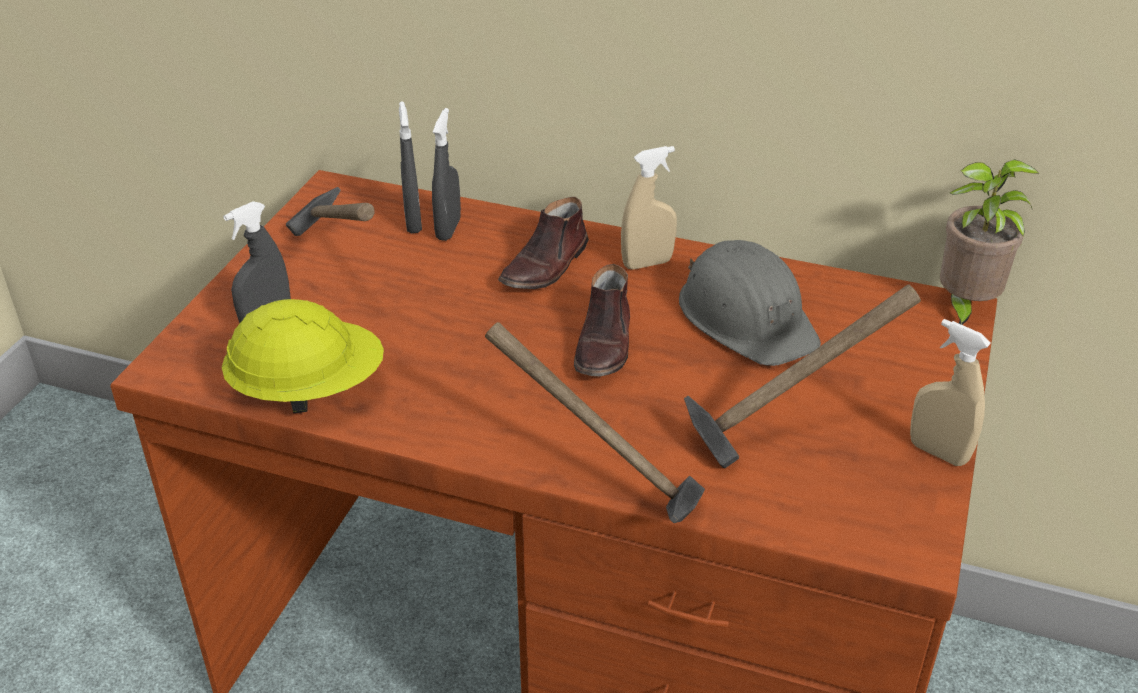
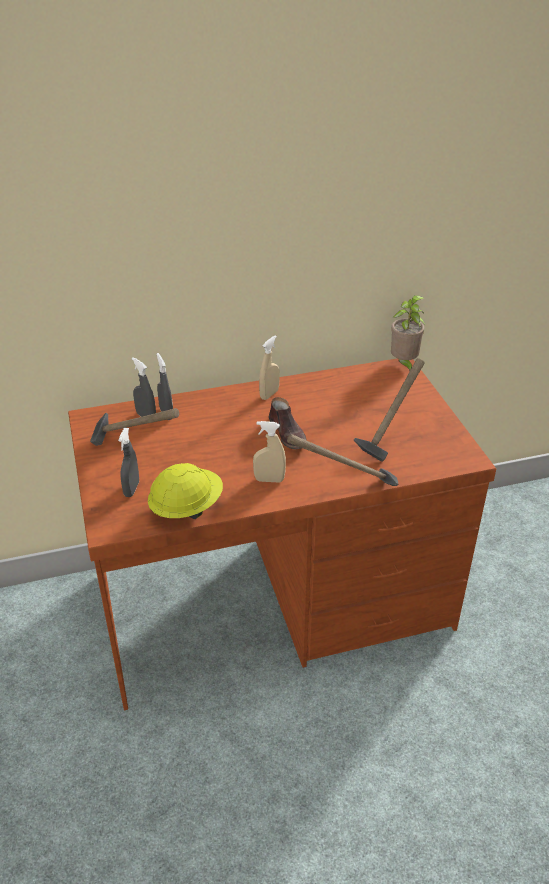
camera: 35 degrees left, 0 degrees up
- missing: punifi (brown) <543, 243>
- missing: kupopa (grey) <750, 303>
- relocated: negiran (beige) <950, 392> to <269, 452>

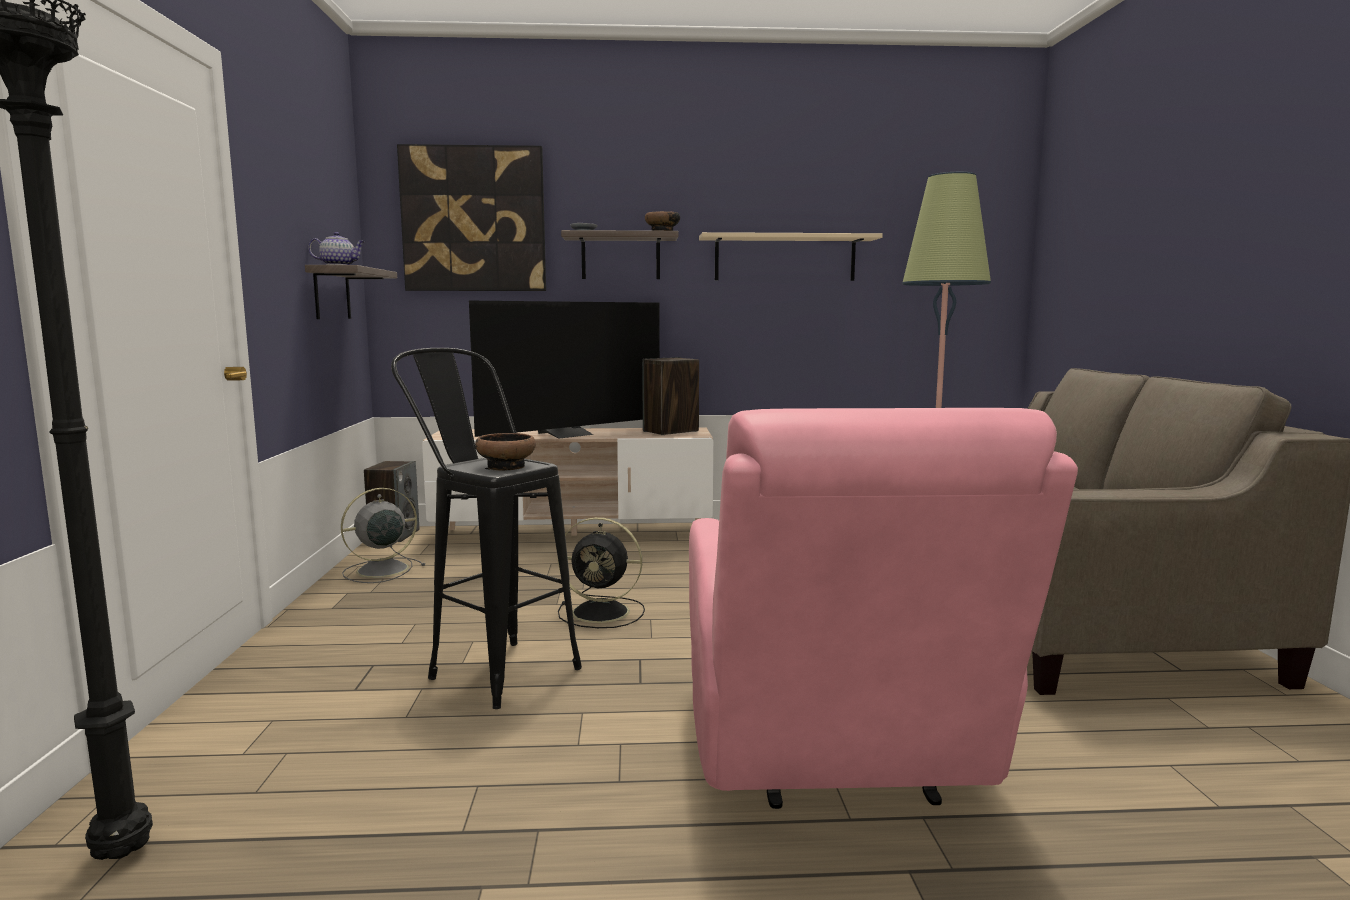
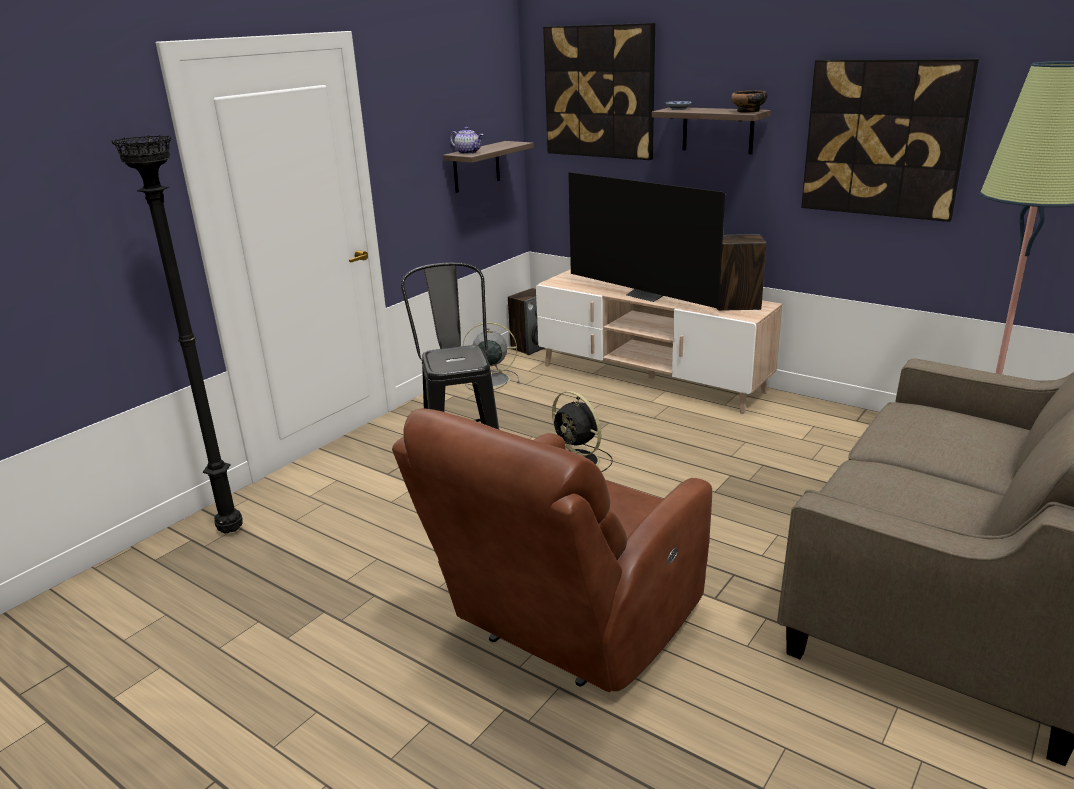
camera: 40 degrees right, 15 degrees up
- missing: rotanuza <505, 452>
- exchanged: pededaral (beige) <791, 256> to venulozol <890, 140>
- colour: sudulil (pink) <883, 608> to sudulil (brown) <552, 550>
- spun: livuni <564, 369> = <646, 240> 45 degrees clockwise

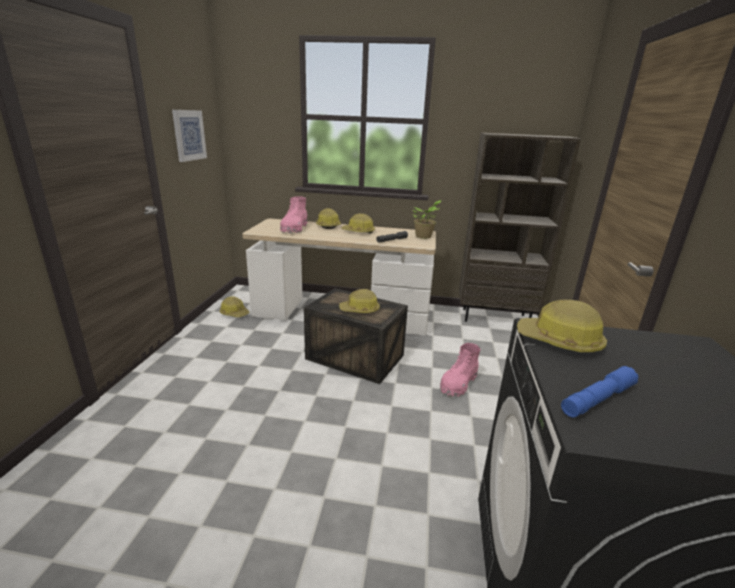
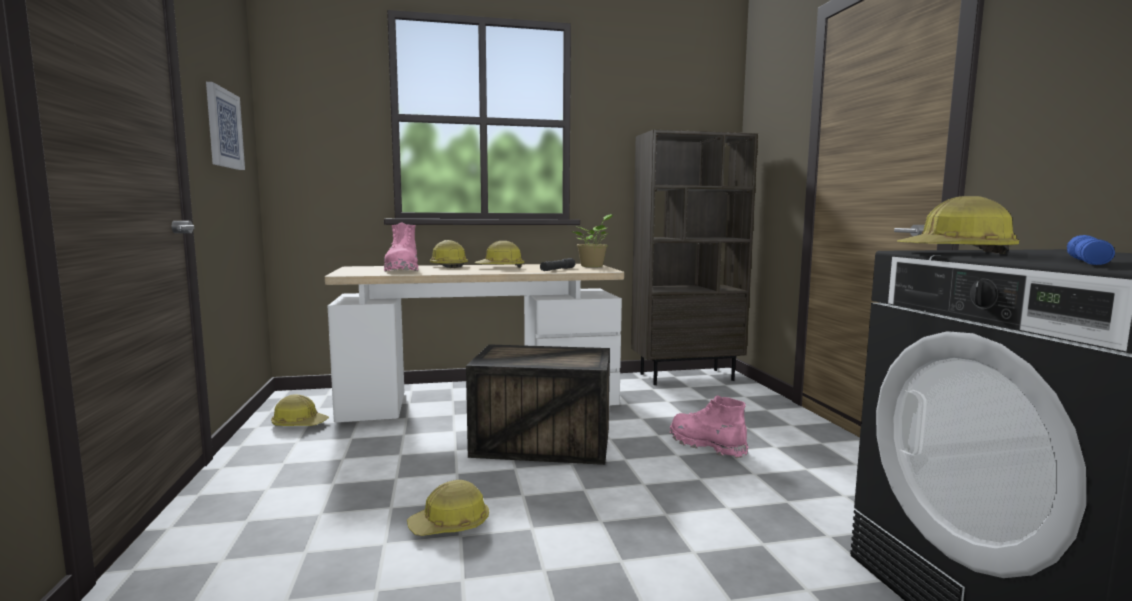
camera: 20 degrees left, 15 degrees down
- relocated: kupopa <359, 301> to <448, 508>
- spun: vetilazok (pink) <460, 370> = <709, 426> 120 degrees clockwise

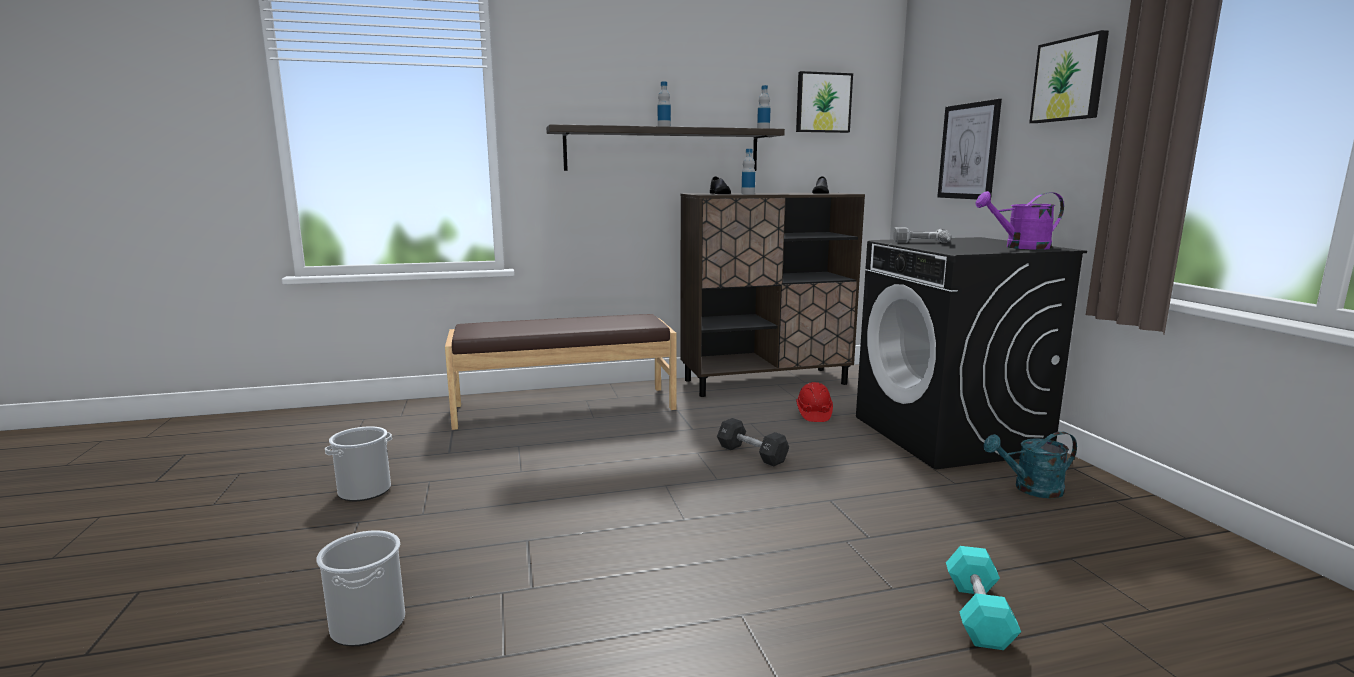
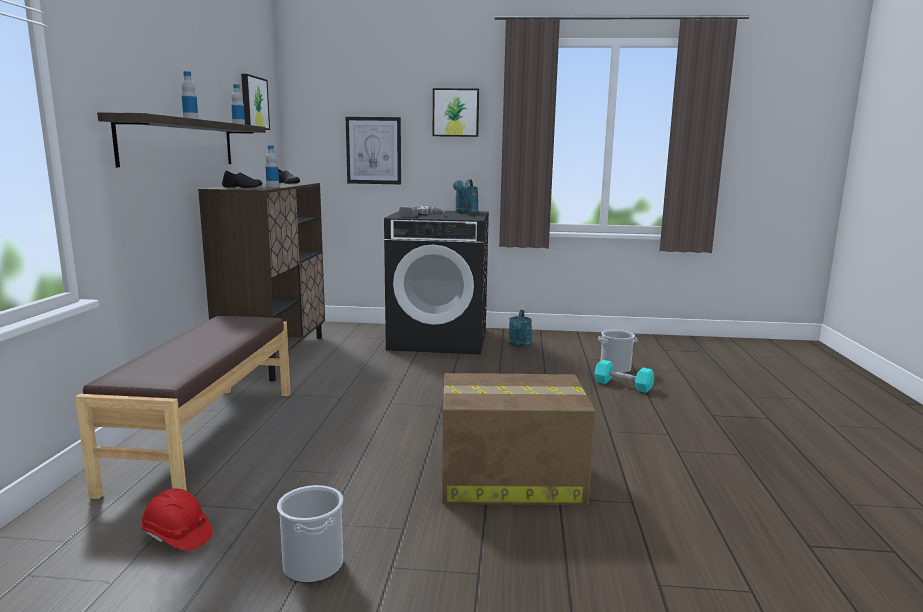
camera: 70 degrees left, 0 degrees up
- missing: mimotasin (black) <753, 442>
- appeared: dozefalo <518, 439>
- relocated: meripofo <360, 588> to <617, 351>
- relocated: kupopa (red) <814, 402> to <177, 519>
- colour: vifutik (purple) <1019, 220> to vifutik (turquoise) <466, 196>

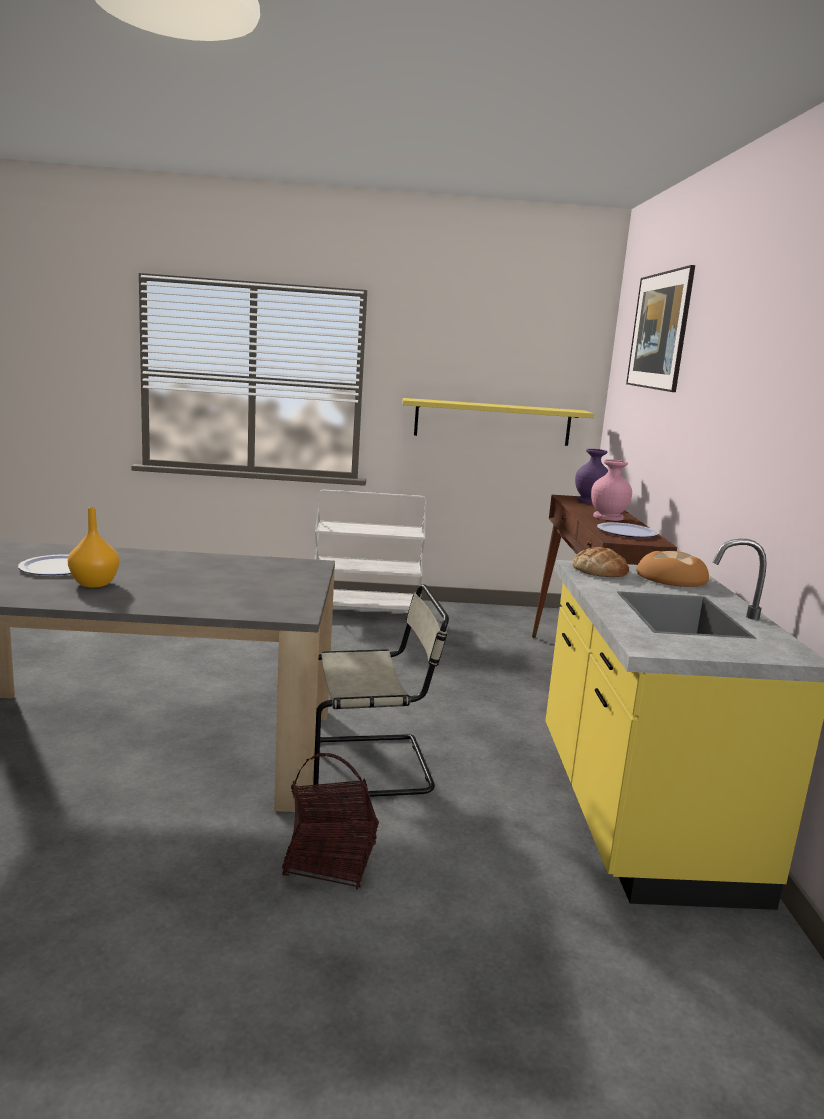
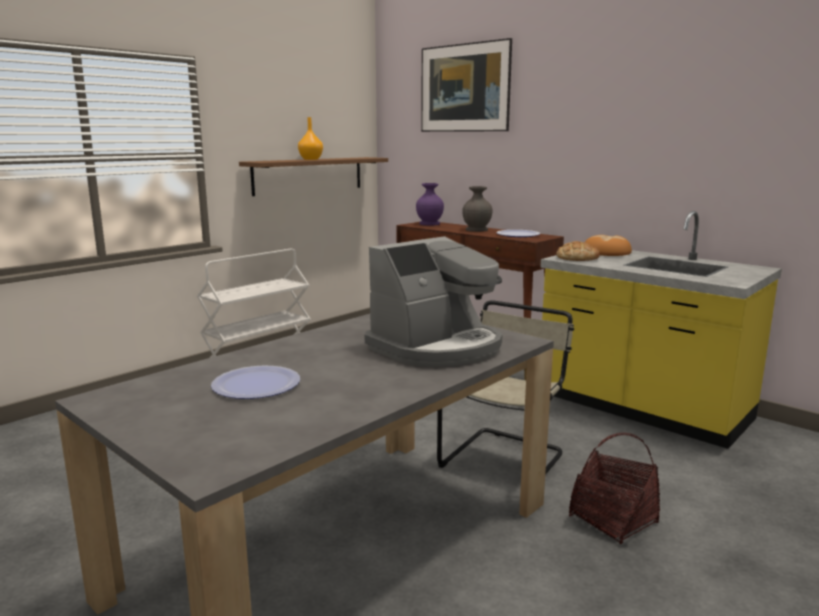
camera: 45 degrees left, 0 degrees up
- appeared: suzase <433, 301>
- relocated: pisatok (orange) <93, 547> to <310, 138>
- colour: pededaral (yellow) <499, 422> to pededaral (brown) <313, 176>
- colour: pisatok (pink) <611, 490> to pisatok (grey) <477, 209>

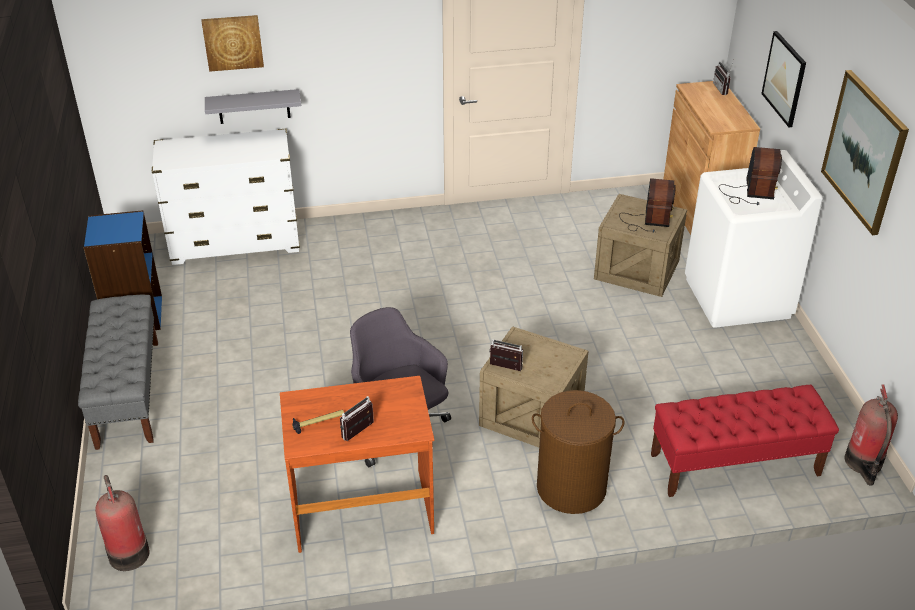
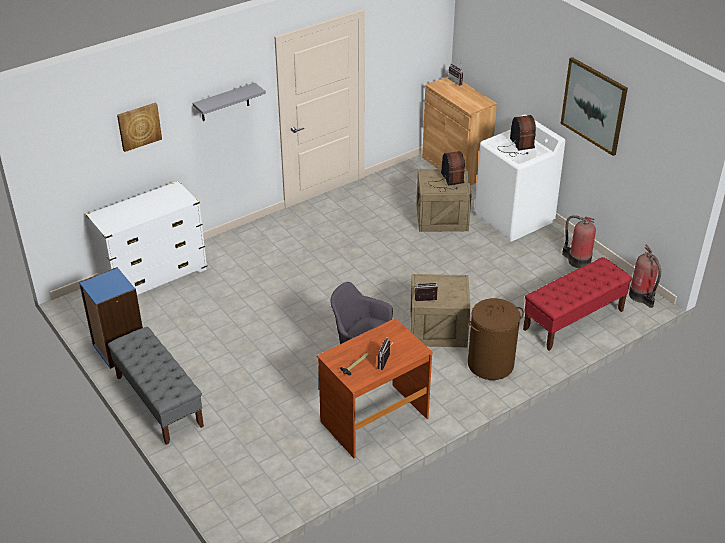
camera: 25 degrees left, 0 degrees up
- missing: venulozol <783, 79>
- relocated: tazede <122, 523> to <579, 241>
- relocated: pededaral (grey) <253, 106> to <229, 102>

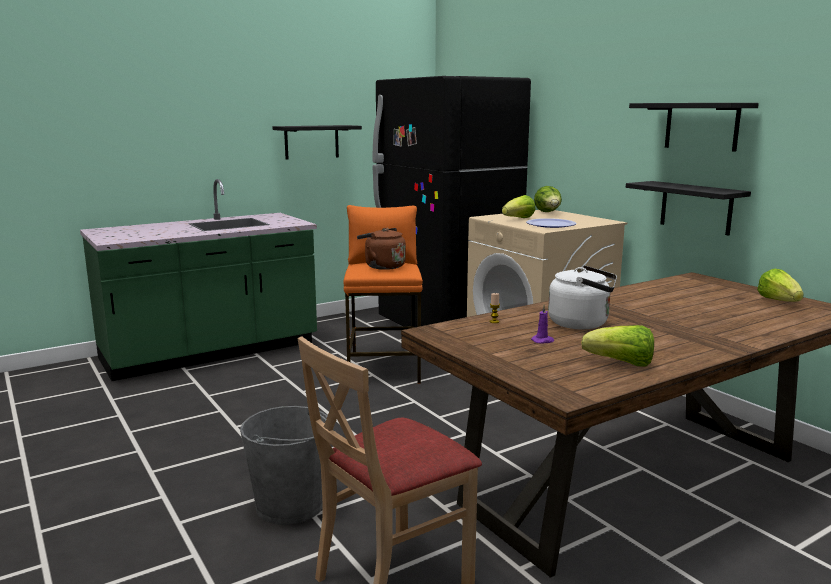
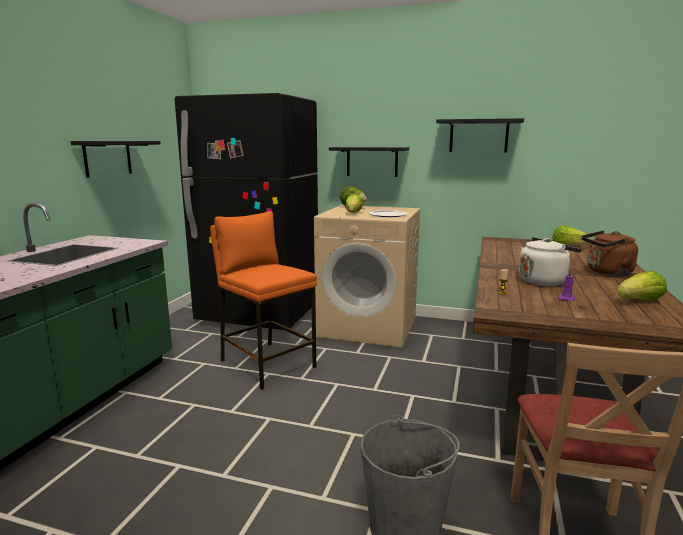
camera: 40 degrees left, 0 degrees up
- relocated: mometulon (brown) <381, 249> to <610, 253>
- relocated: pededaral (black) <688, 208> to <369, 162>

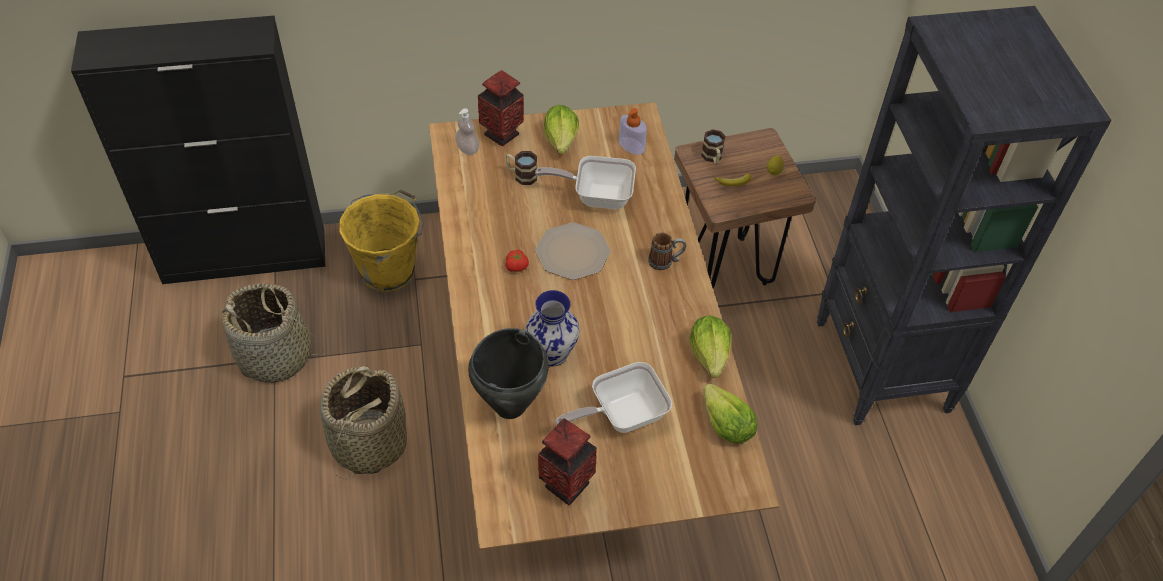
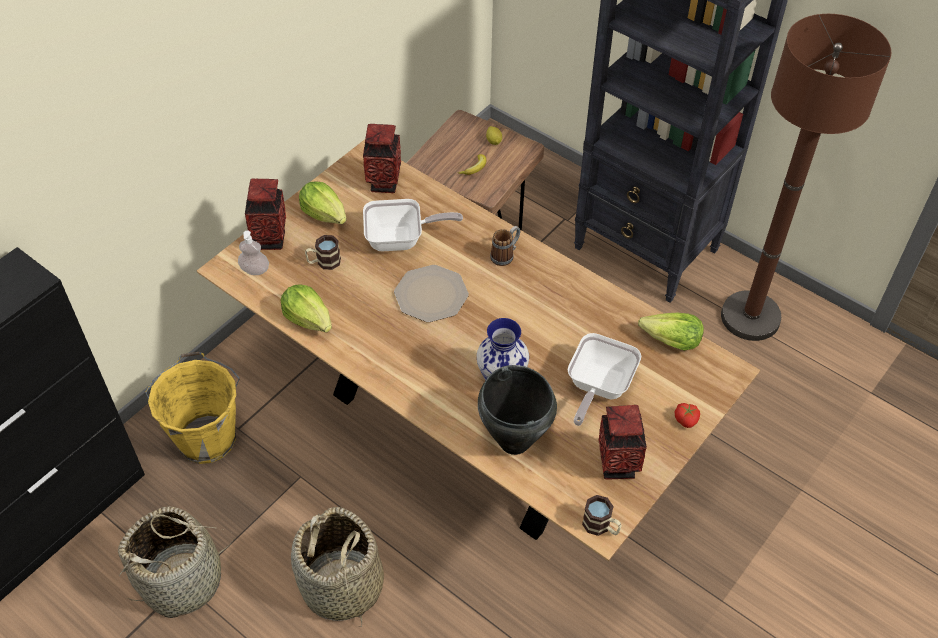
camera: 40 degrees left, 0 degrees up
- appeared: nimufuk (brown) <806, 177>
- relocated: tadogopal <517, 261> to <687, 415>
- relocated: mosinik <710, 346> to <306, 308>
- relocated: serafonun <713, 147> to <602, 515>
- exchanged: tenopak <633, 131> to pisatok <382, 158>
- spun: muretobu <585, 182> = <413, 225> 150 degrees counterclockwise

